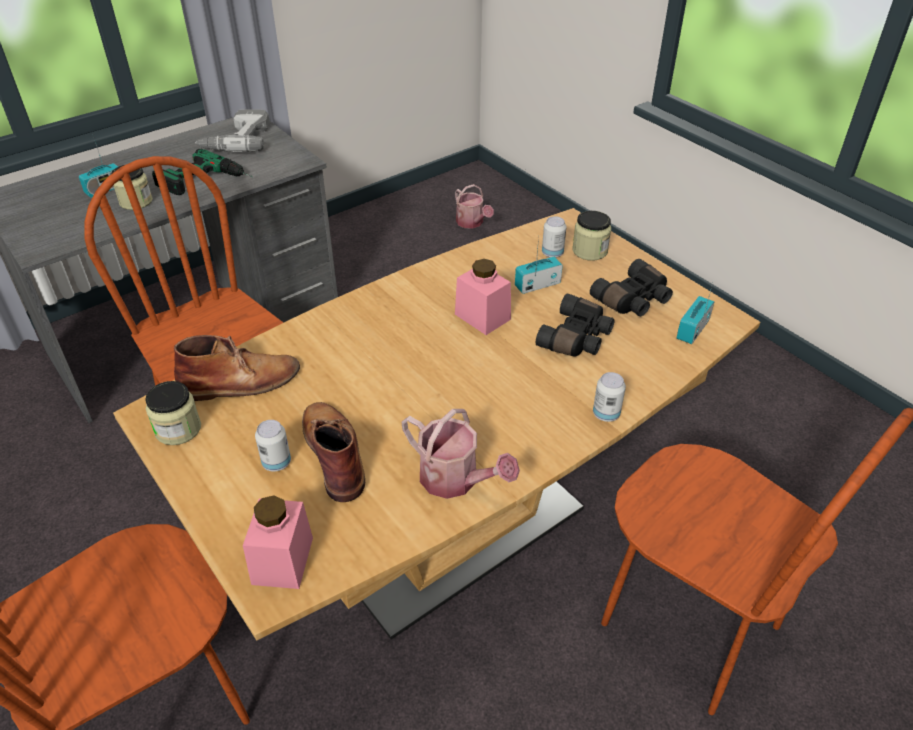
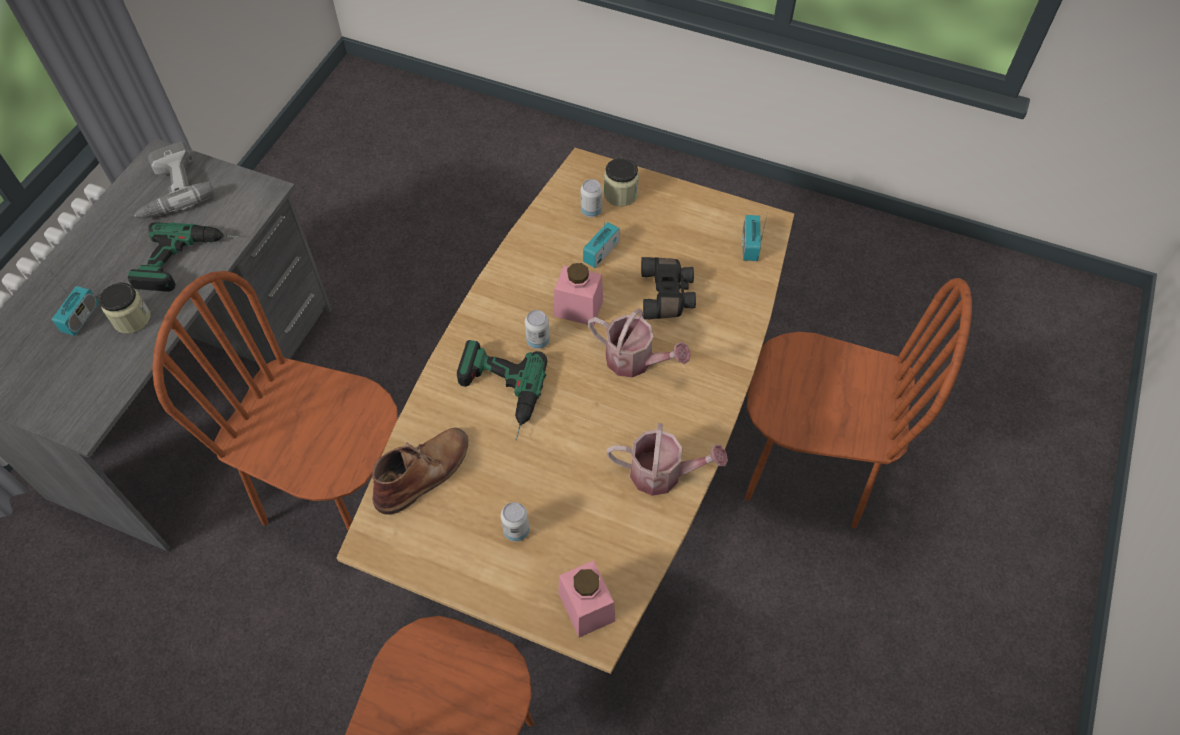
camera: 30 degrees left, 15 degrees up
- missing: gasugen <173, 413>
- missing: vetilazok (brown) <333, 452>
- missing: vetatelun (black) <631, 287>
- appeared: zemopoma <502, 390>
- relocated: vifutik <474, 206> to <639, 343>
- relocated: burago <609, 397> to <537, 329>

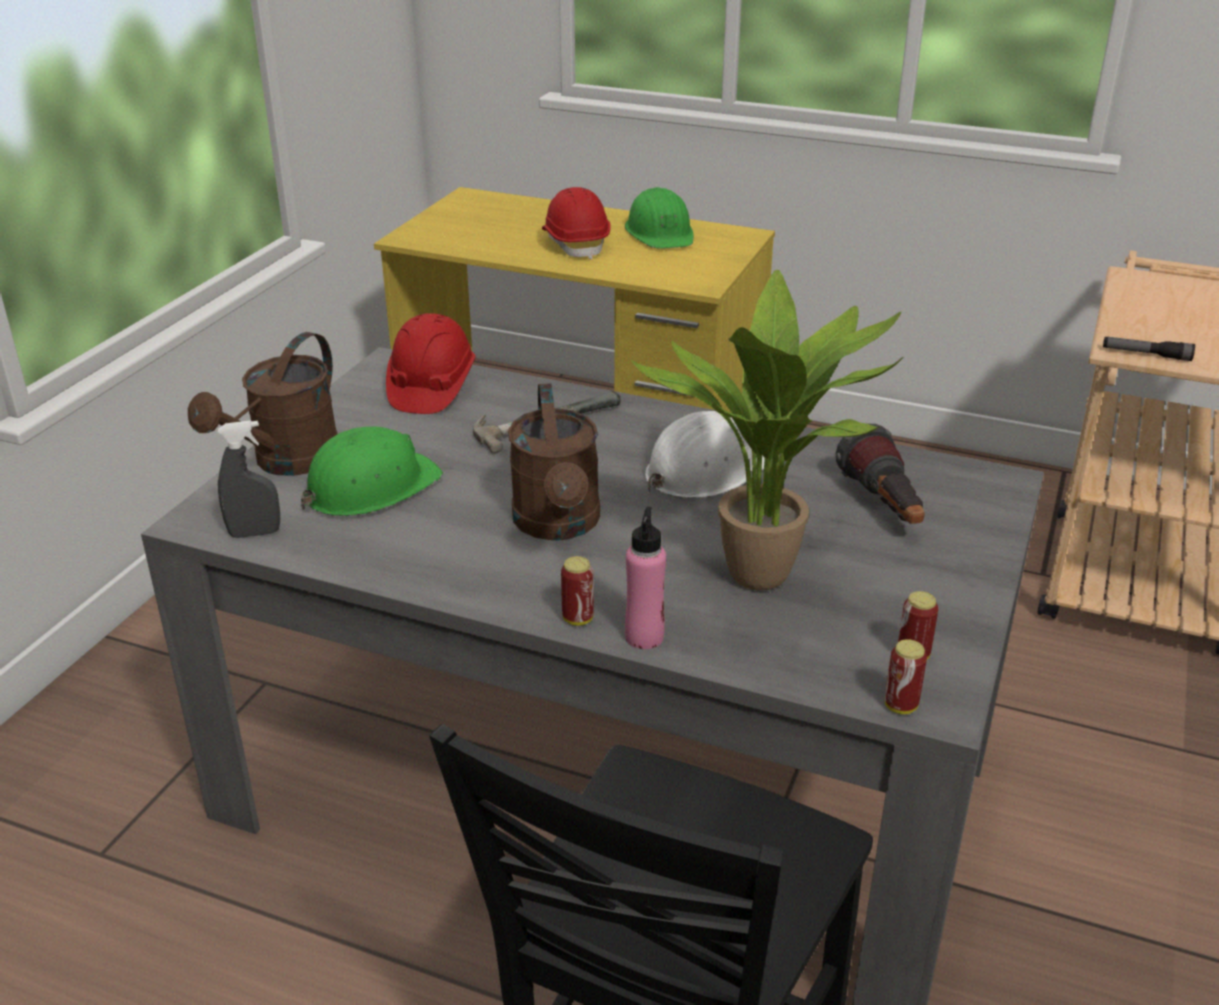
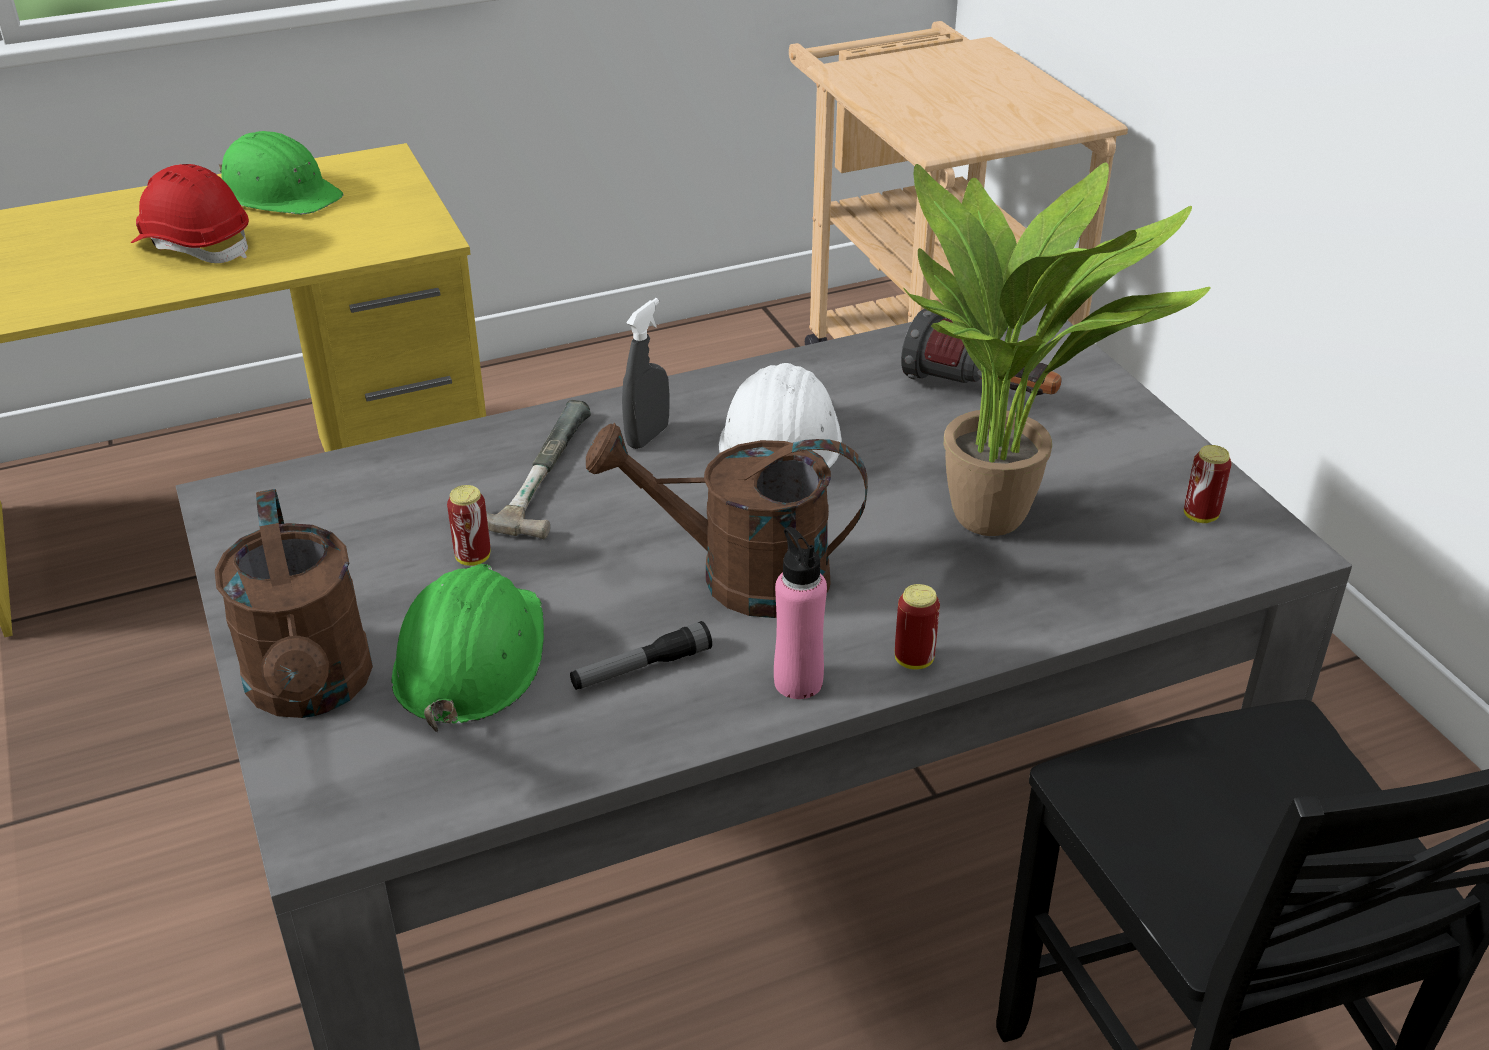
camera: 45 degrees left, 5 degrees up
- missing: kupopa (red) <430, 363>
- relocated: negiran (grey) <249, 479> to <645, 373>
- relocated: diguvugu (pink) <645, 578> to <800, 613>
- relocated: burago <906, 676> to <468, 525>
- relocated: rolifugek <1149, 349> to <641, 655>
- spun: vifutik (brown) <554, 462> = <727, 520> 150 degrees clockwise

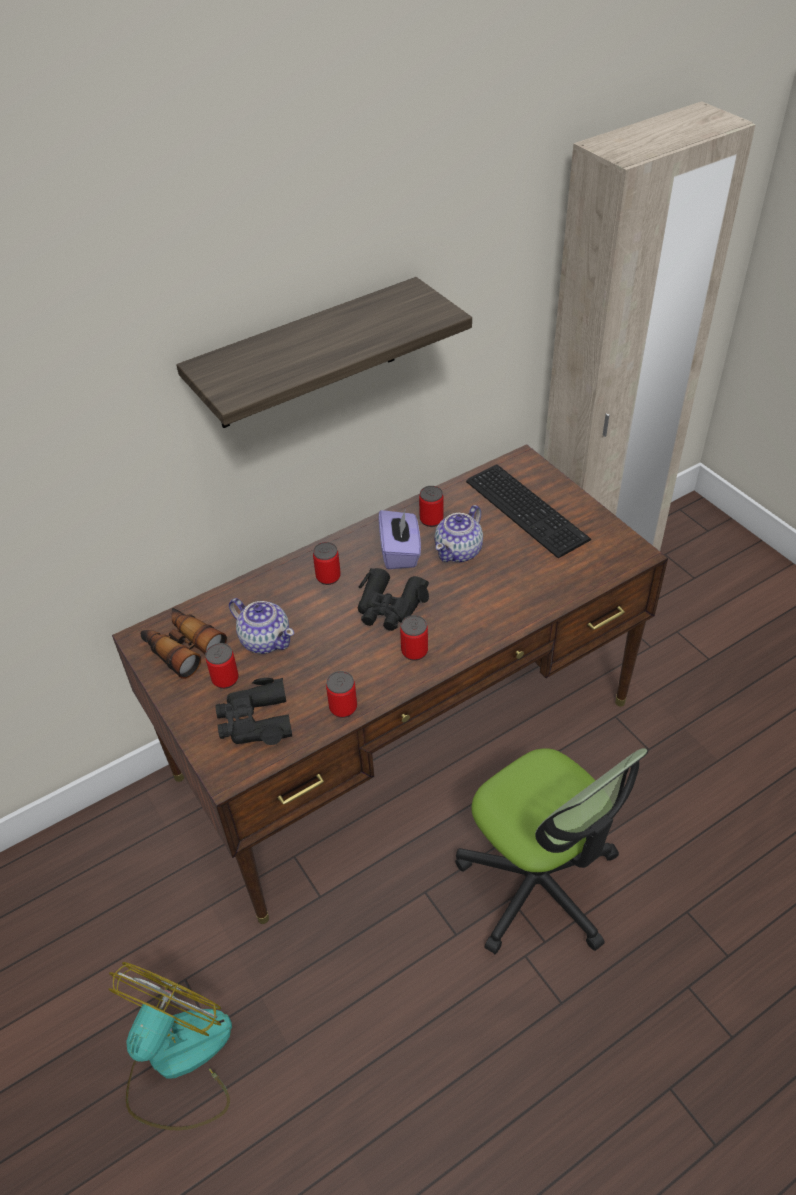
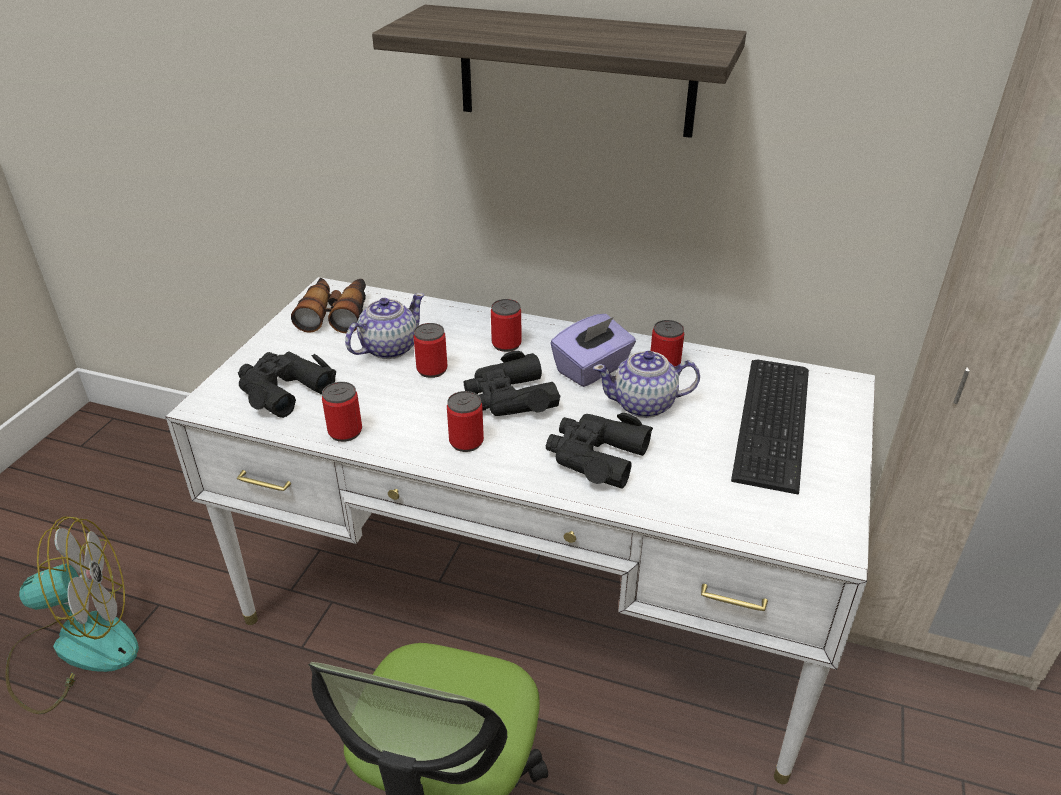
camera: 50 degrees right, 10 degrees down
- appeared: vetatelun (black) <599, 451>
- relocated: burago <222, 666> to <430, 350>
- colour: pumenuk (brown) <390, 684> to pumenuk (white) <520, 530>
- spun: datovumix <261, 626> = <384, 326> 135 degrees counterclockwise

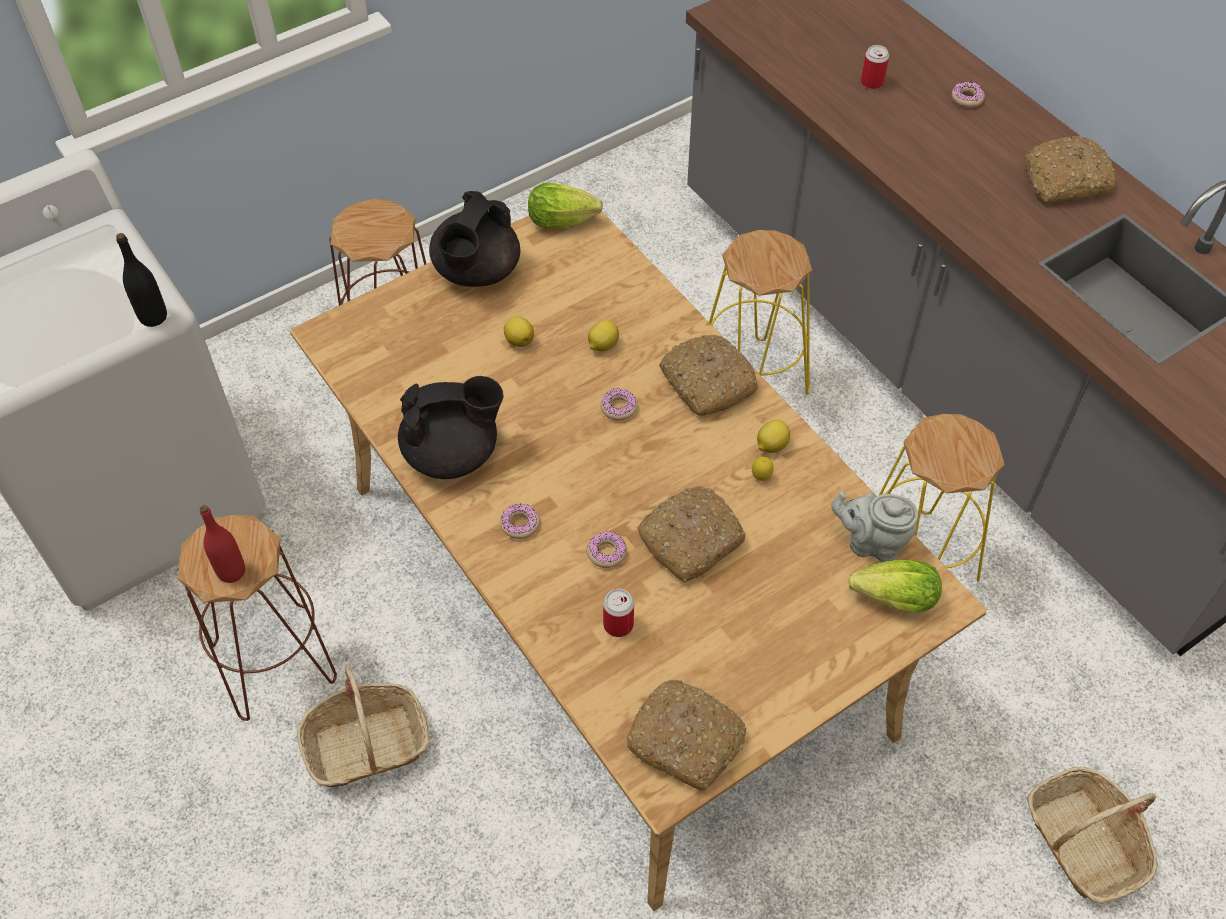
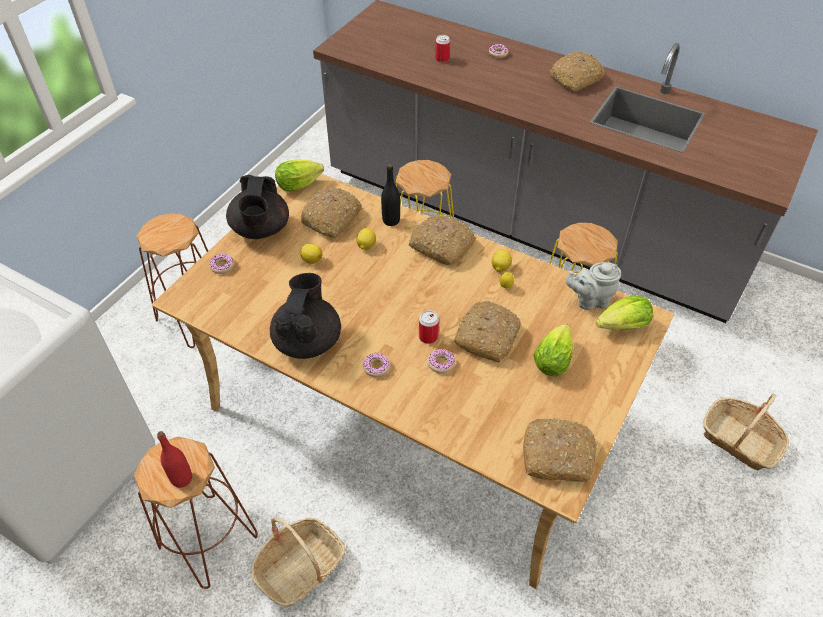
camera: 25 degrees left, 5 degrees down
- appeared: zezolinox <331, 212>
- appeared: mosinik <553, 350>
- relocated: diguvugu (black) <141, 280> to <390, 195>
- relocated: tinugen <619, 404> to <221, 264>
- relocated: burago <618, 613> to <429, 327>
- spun: datovumix (black) <450, 427> = <305, 316> 45 degrees counterclockwise

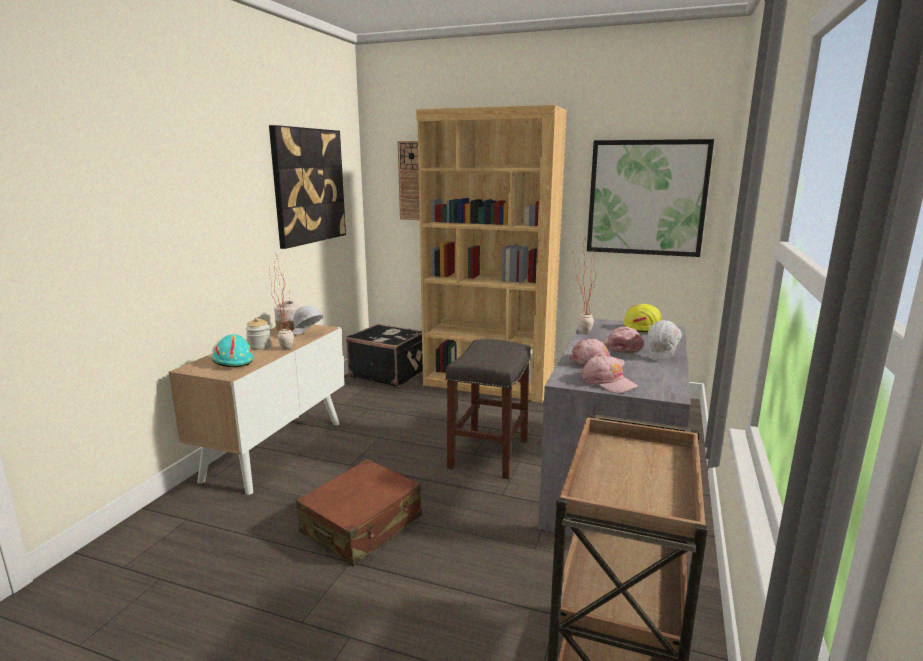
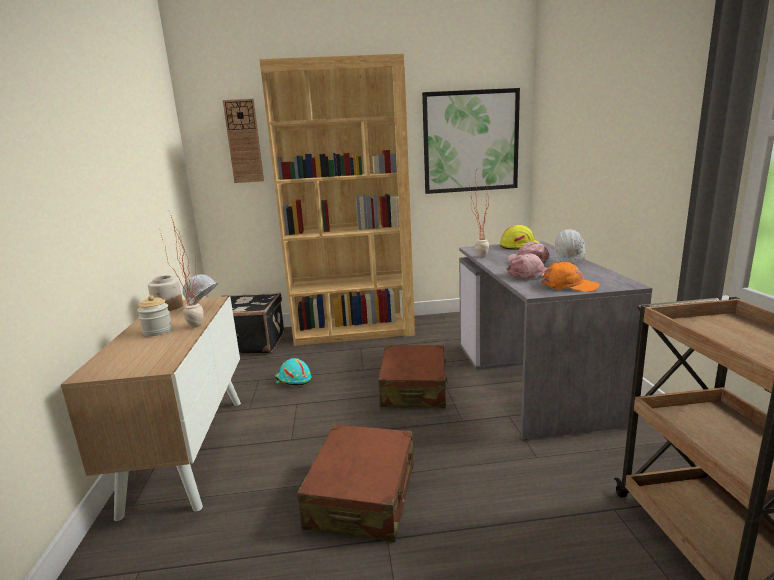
camera: 25 degrees left, 0 degrees up
- missing: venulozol <307, 187>
- relocated: kupopa (turquoise) <232, 350> to <293, 371>
- exchanged: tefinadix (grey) <488, 409> to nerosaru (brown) <414, 376>
- colour: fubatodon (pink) <609, 373> to fubatodon (orange) <570, 277>

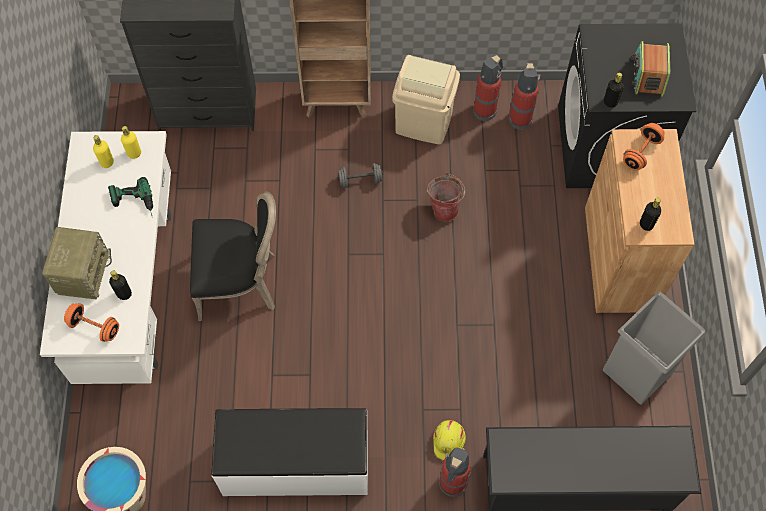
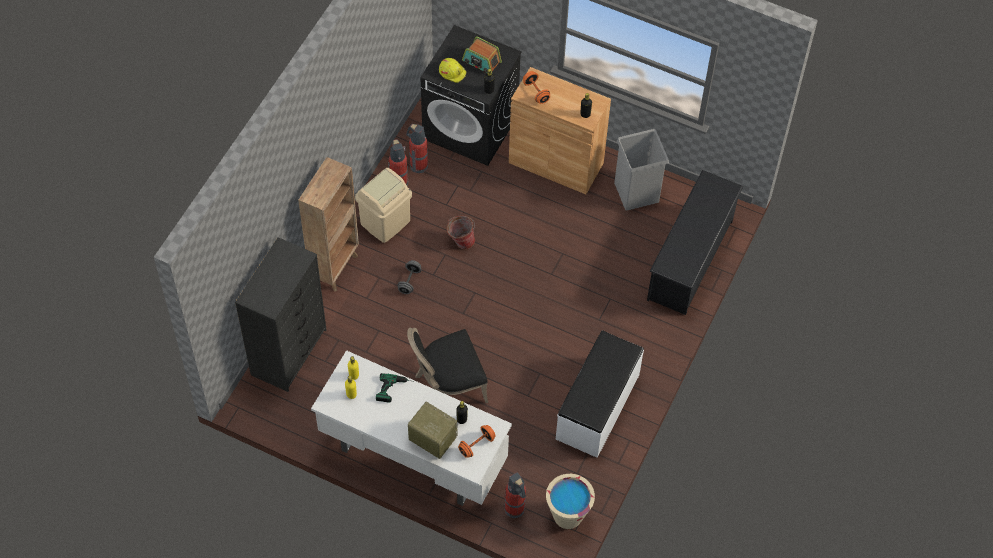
camera: 65 degrees left, 5 degrees down
- relocated: kupopa (yellow) <449, 440> to <453, 70>
- relocated: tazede <455, 472> to <515, 495>
- spun: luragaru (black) <233, 256> = <447, 365> 135 degrees counterclockwise

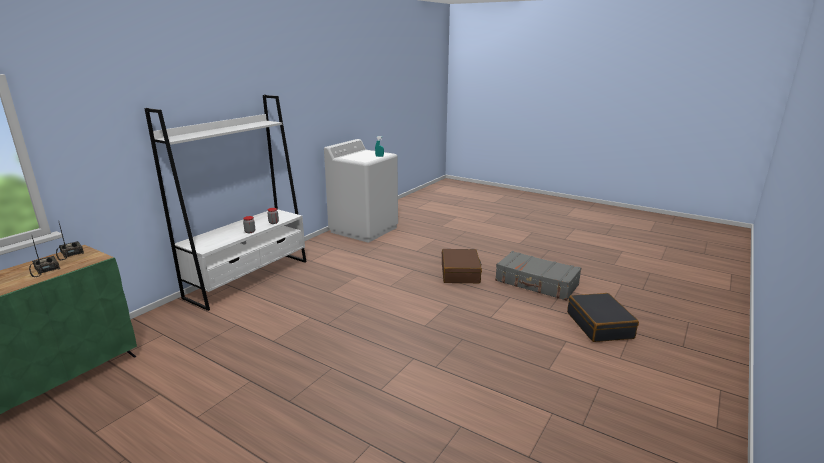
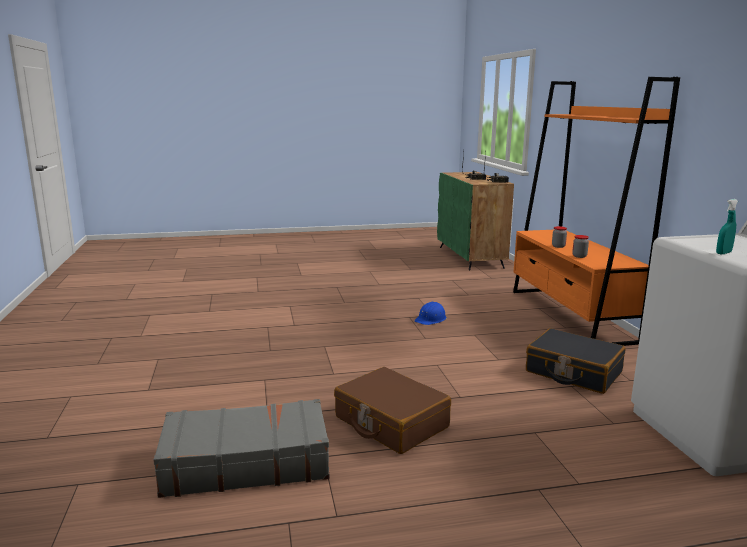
camera: 135 degrees right, 5 degrees down
- appeared: kupopa (blue) <430, 313>
- relocated: nerosaru (black) <603, 317> to <576, 361>
- colour: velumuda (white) <225, 203> to velumuda (orange) <596, 211>

